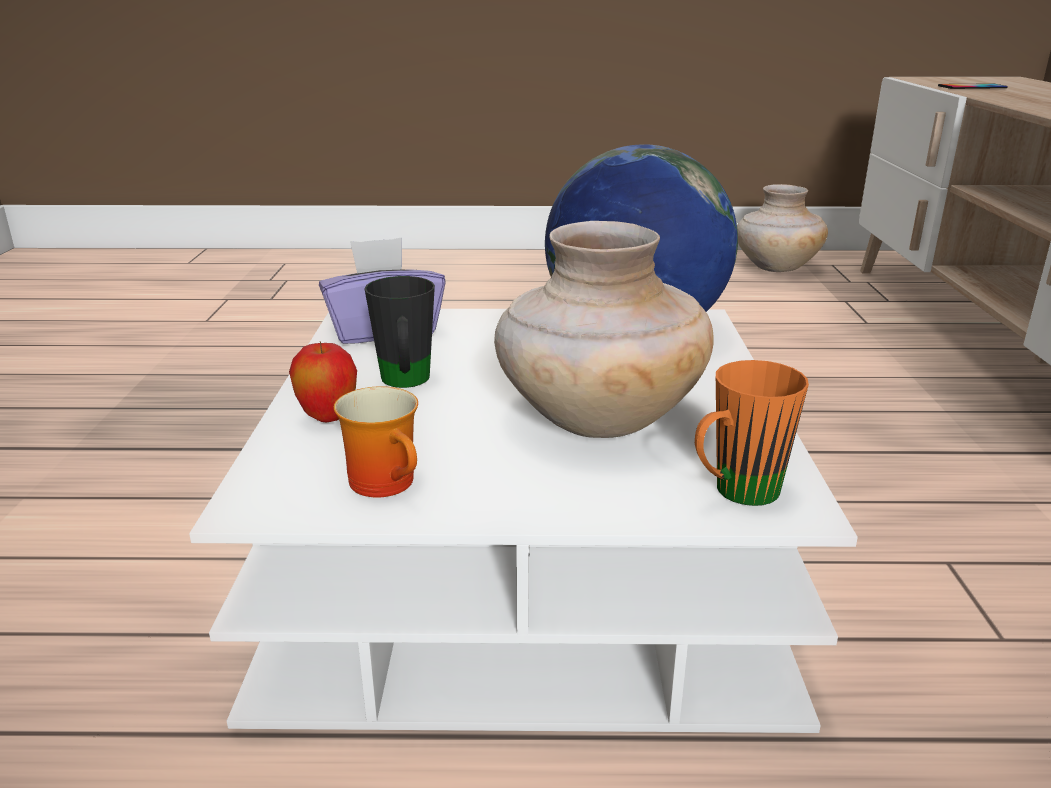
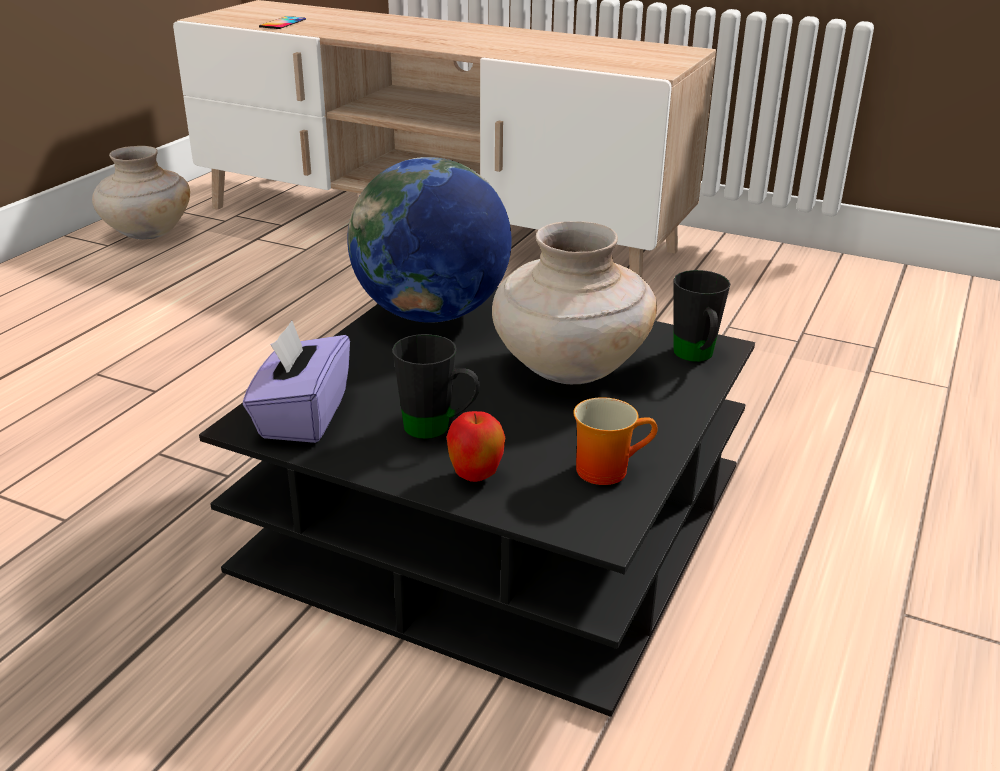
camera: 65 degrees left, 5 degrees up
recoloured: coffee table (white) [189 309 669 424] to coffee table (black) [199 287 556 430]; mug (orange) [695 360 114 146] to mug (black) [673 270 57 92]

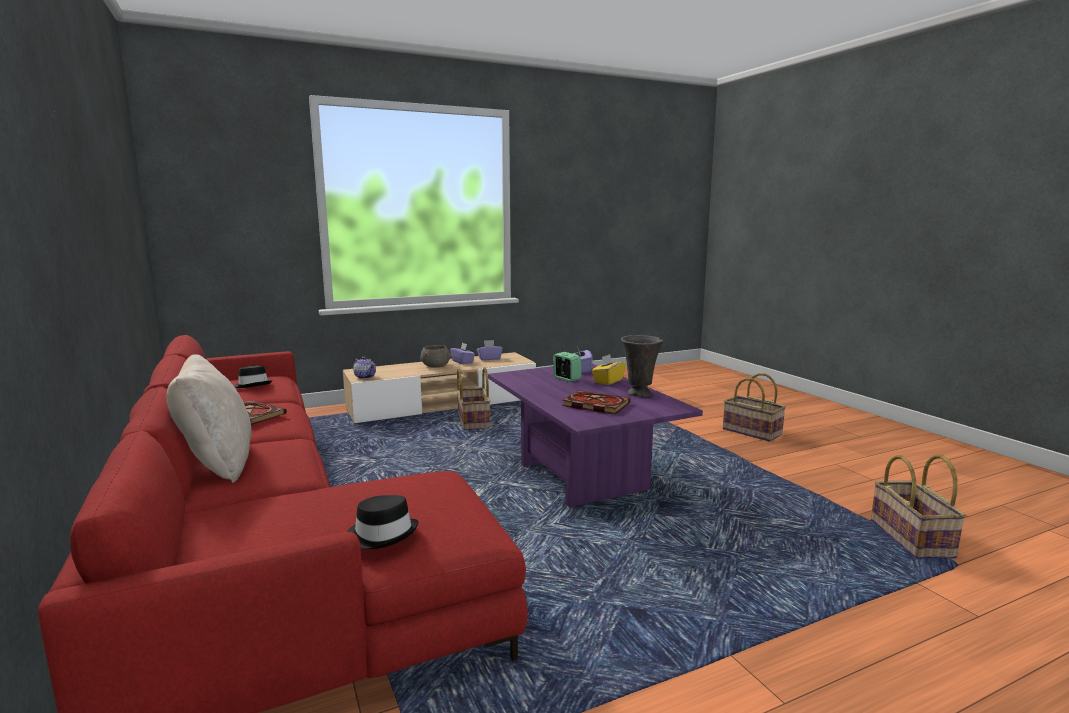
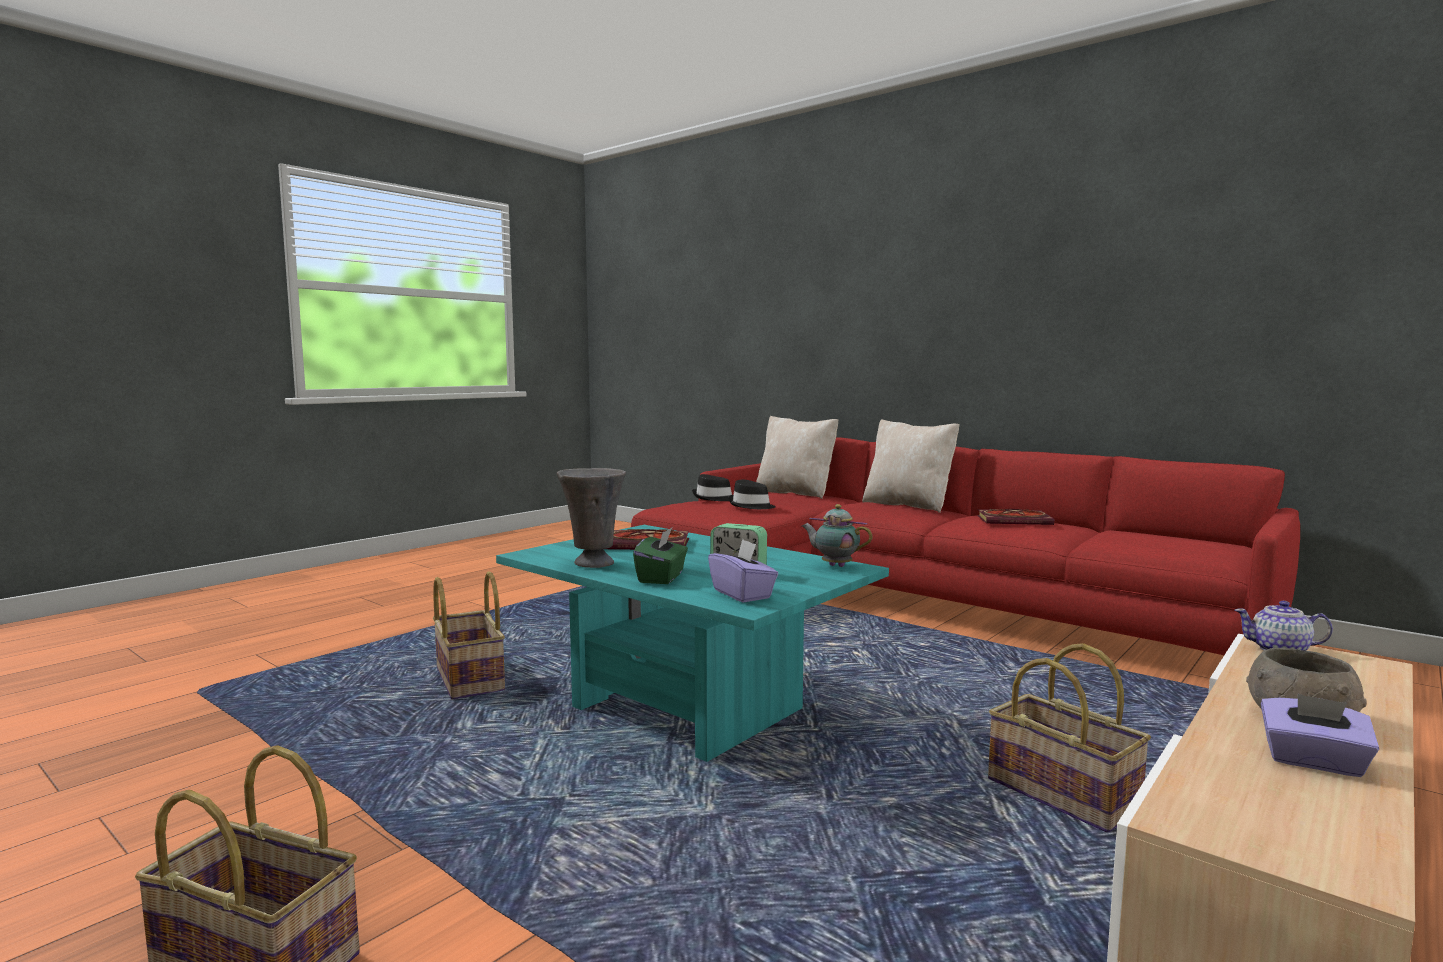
camera: 155 degrees right, 5 degrees down
removed: tissue box (purple) [477 340 26 21]
added: pillow (beige) [756 416 83 83]; teapot [802 504 70 63]
moved: hat (black) [234 366 38 22] to [728 480 48 29]; basket [871 455 95 104] to [433 571 72 128]
recoloured: tissue box (yellow) [592 354 34 31] to tissue box (green) [633 528 55 56]; coffee table (purple) [488 364 215 143] to coffee table (turquoise) [496 525 393 237]

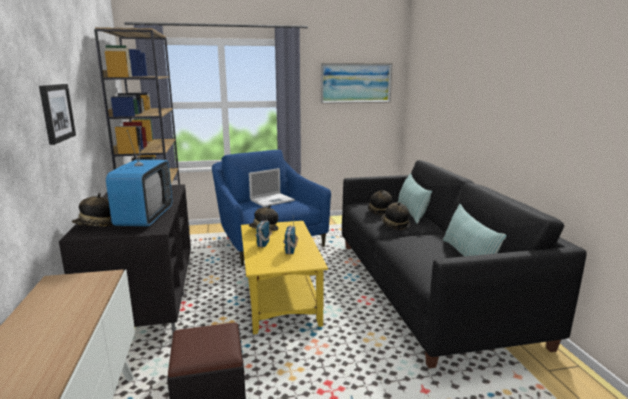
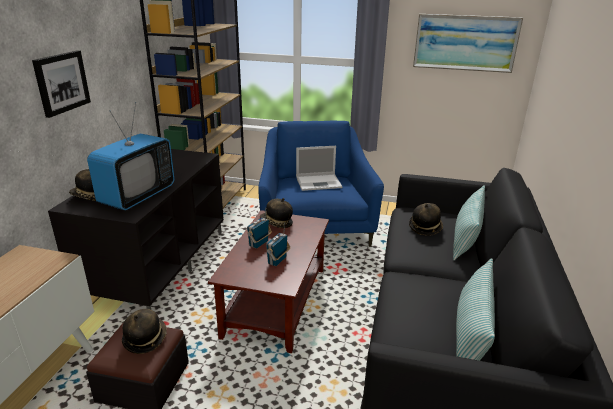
camera: 25 degrees right, 10 degrees up
moved: hat [381 202 29 28] to [122 309 45 45]
recoloured: coffee table (yellow) [241 221 87 113] to coffee table (brown) [208 210 121 143]

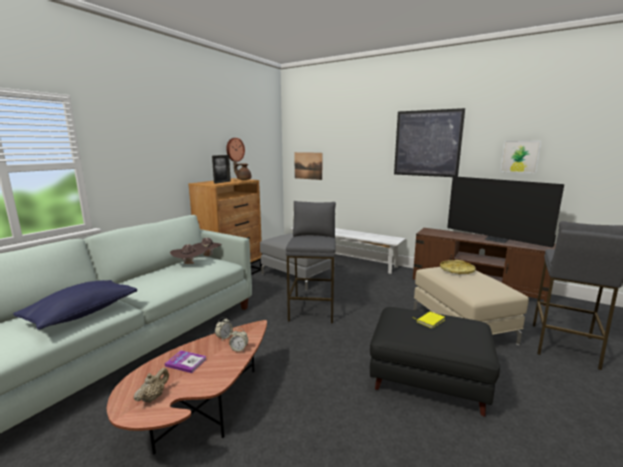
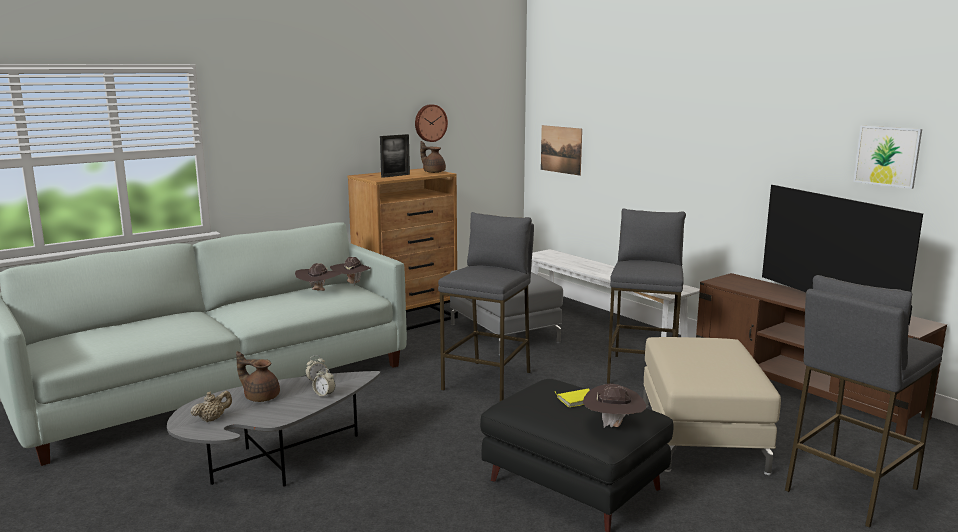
camera: 20 degrees right, 0 degrees up
removed: picture [394 108 71 69]; tray (yellow) [440 260 36 14]; pillow (blue) [13 280 124 50]
added: stool (grey) [607 208 79 176]; hat (brown) [583 383 63 45]
replaced: book [165 350 41 23] to teapot (brown) [236 351 44 51]
recoloured: coffee table (brown) [107 320 160 135] to coffee table (grey) [167 371 213 115]

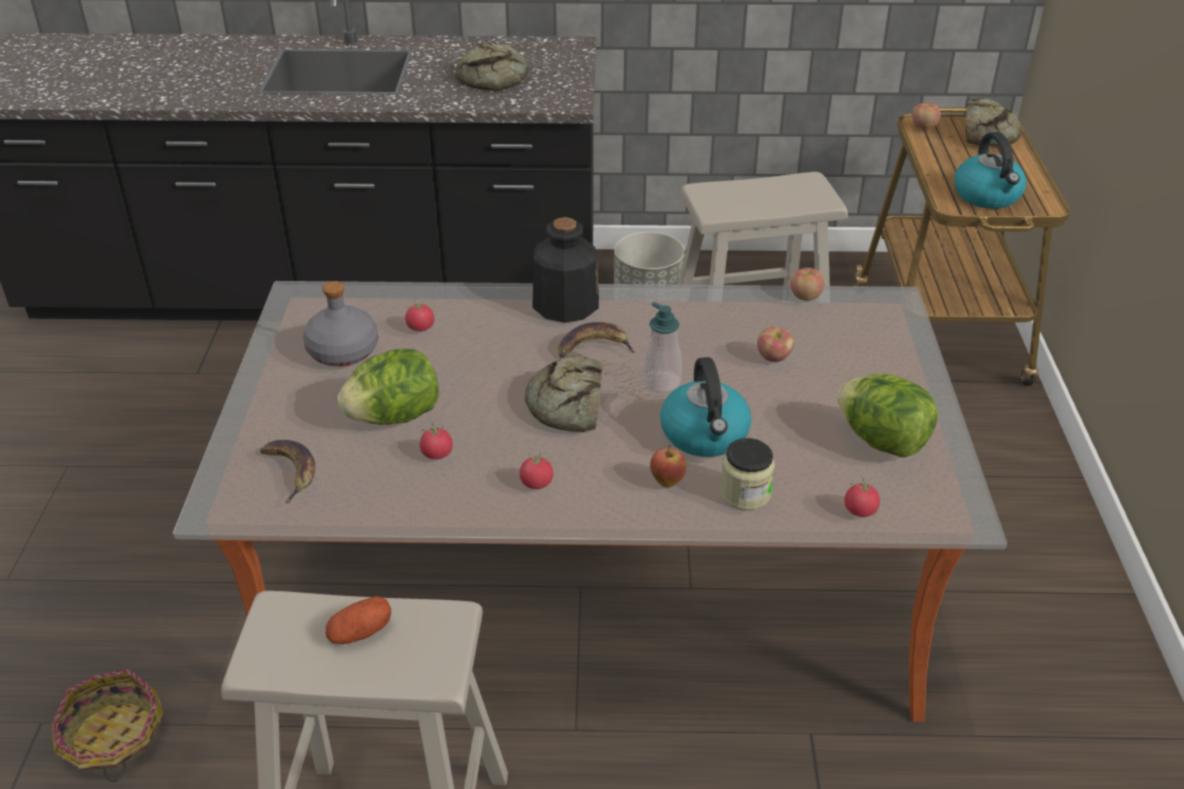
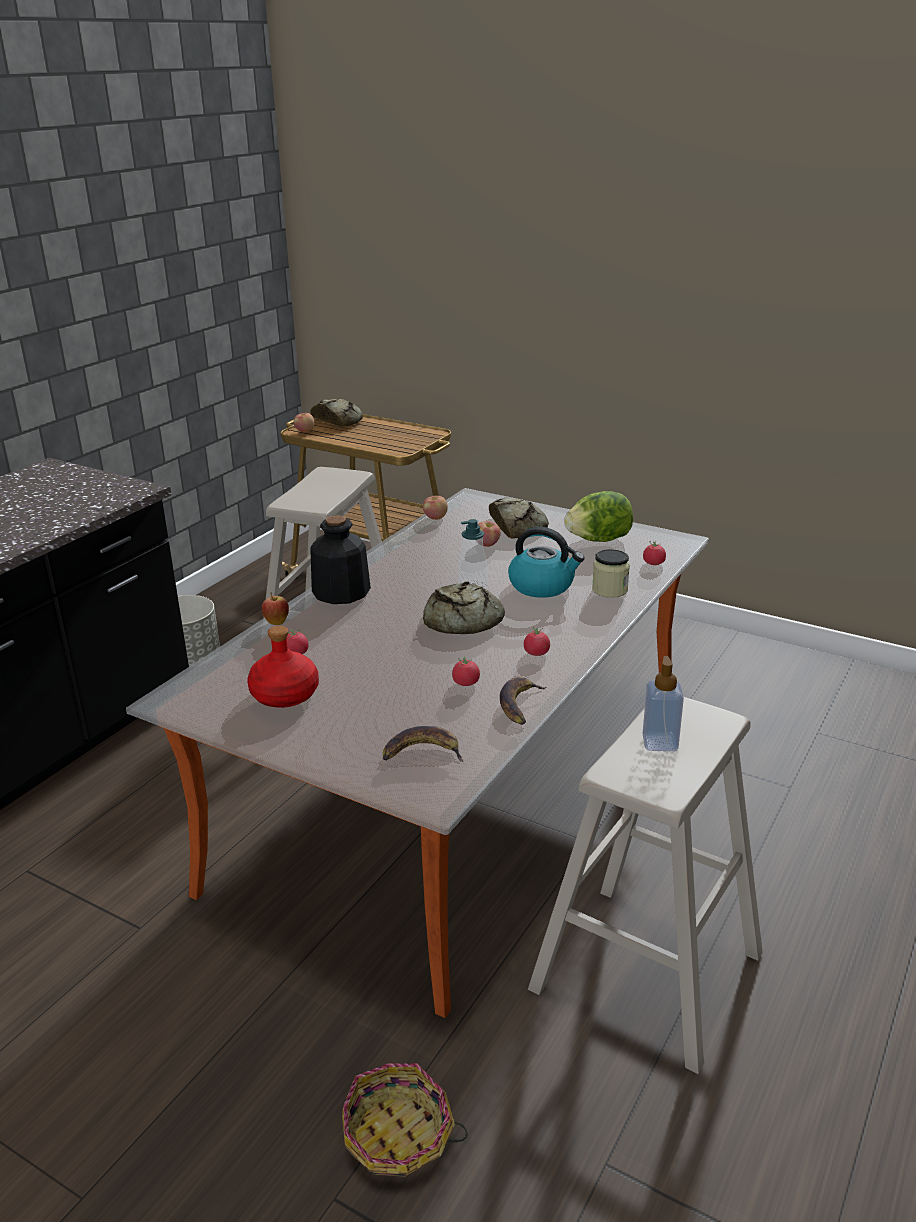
camera: 60 degrees left, 10 degrees down
removed: kettle [954 132 73 77]; lettuce [337 349 102 76]
moved: bread [455 42 74 49] to [489 497 60 41]; banana [558 322 77 36] to [500 677 46 48]; apple [650 445 37 43] to [262 592 27 33]
replaced: potato [326 596 65 48] to soap dispenser [643 656 41 95]
recoloured: bottle (grey) [303 281 75 85] to bottle (red) [247 625 72 83]

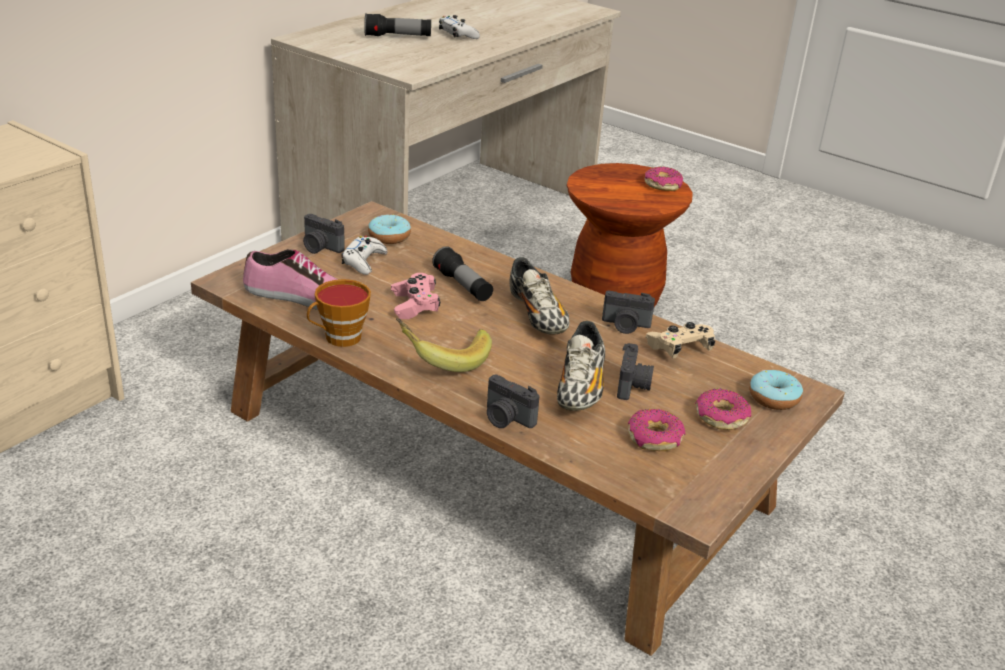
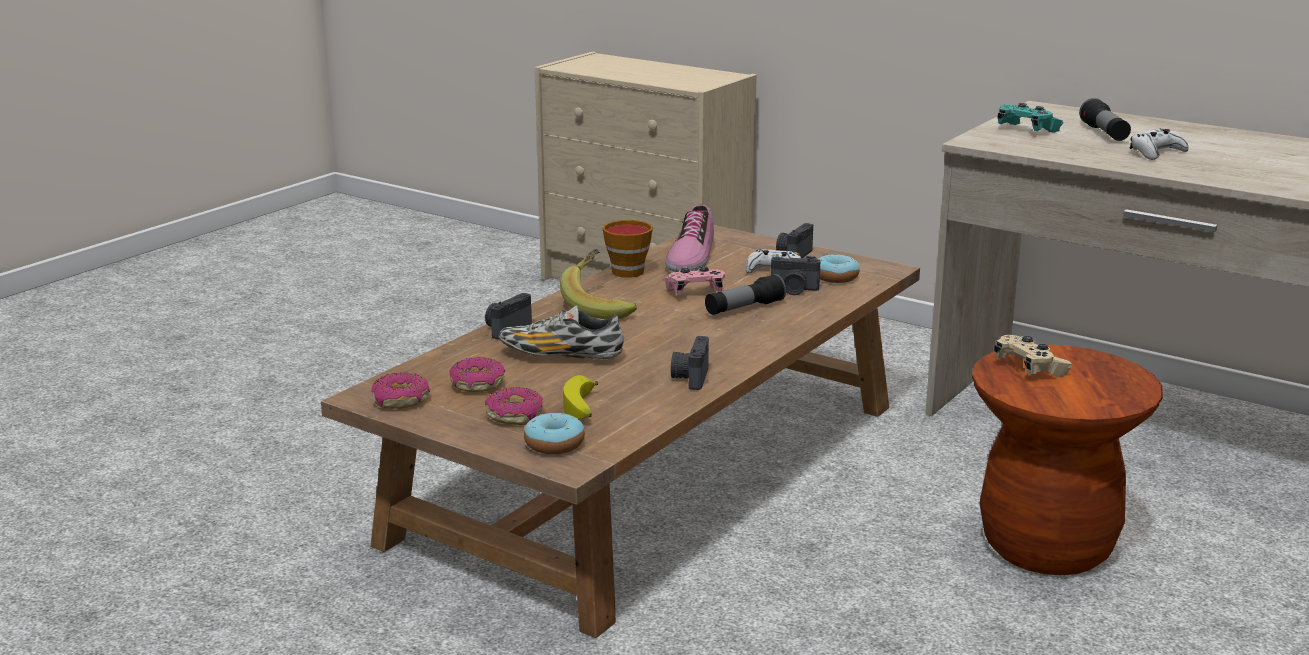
camera: 90 degrees right, 10 degrees down
removed: shoe [510 257 60 78]
added: game controller (turquoise) [998 103 65 30]; banana [563 375 35 44]
moved: donut [645 167 38 24] to [371 372 59 37]; game controller (beige) [645 322 70 37] to [994 335 78 42]; photo camera [617 343 37 57] to [771 256 50 39]

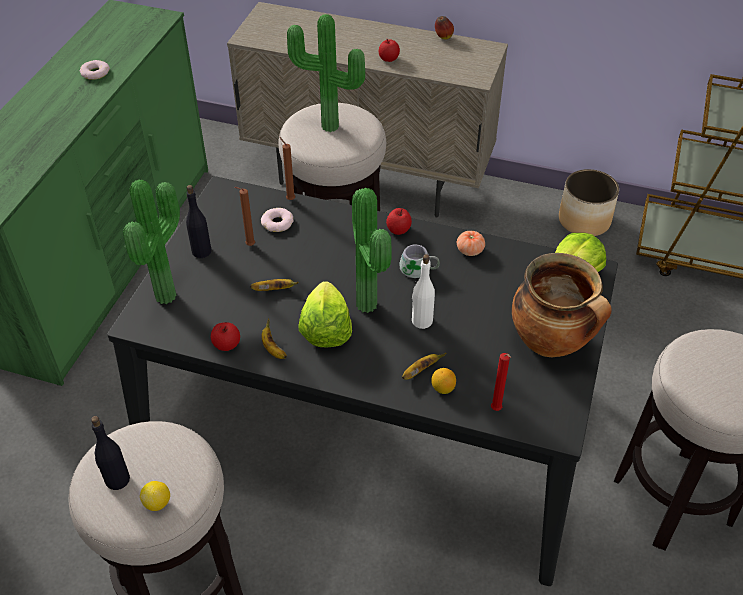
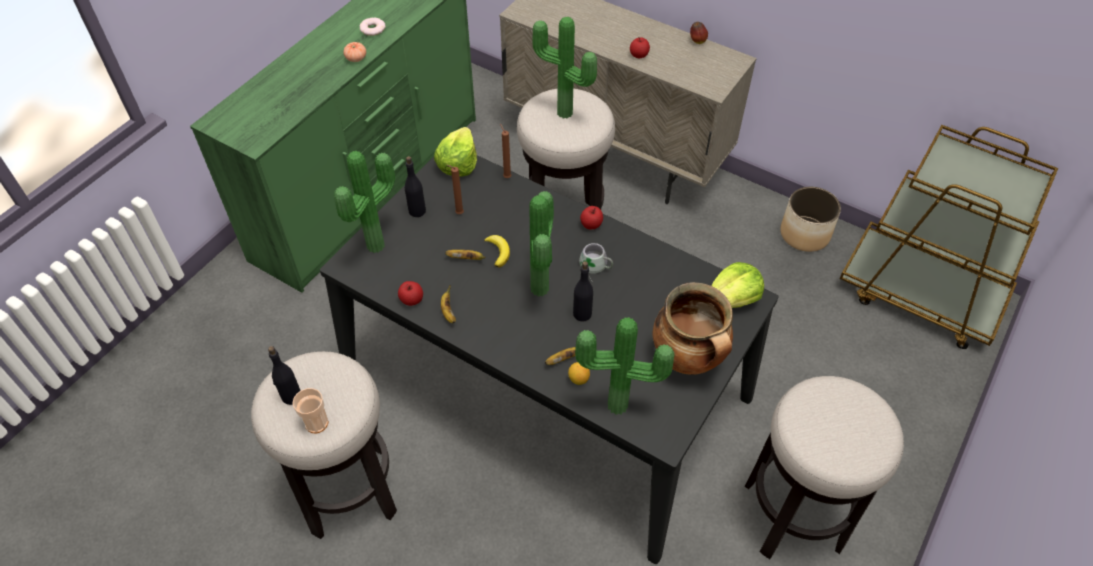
camera: 15 degrees right, 5 degrees up
removed: donut [261 208 33 24]
added: banana [484 235 26 33]
moved: tomato [457 231 28 25] to [343 42 23 20]; lettuce [299 281 53 66] to [434 127 43 49]
replaced: candle (red) [491 353 20 58] to potted plant [575 317 99 98]; lemon [140 481 30 30] to cup [292 388 37 45]
recoloured: bottle (white) [412 254 23 75] to bottle (black) [573 261 20 60]

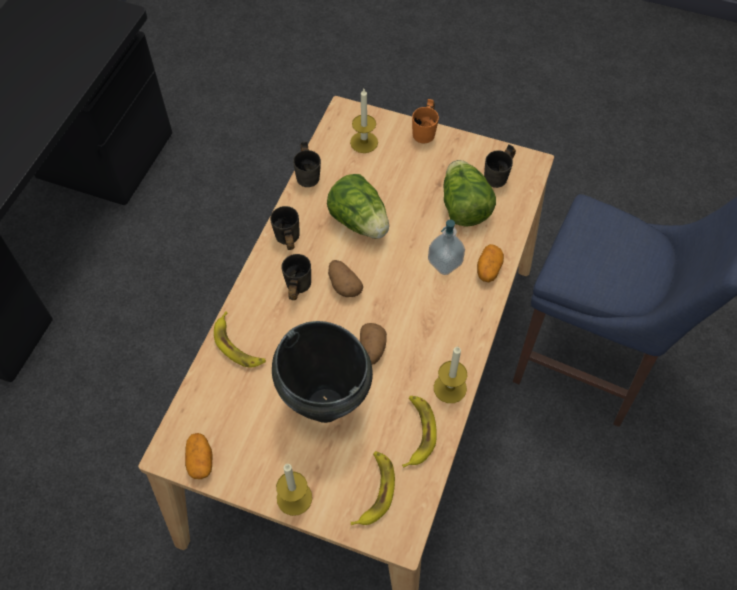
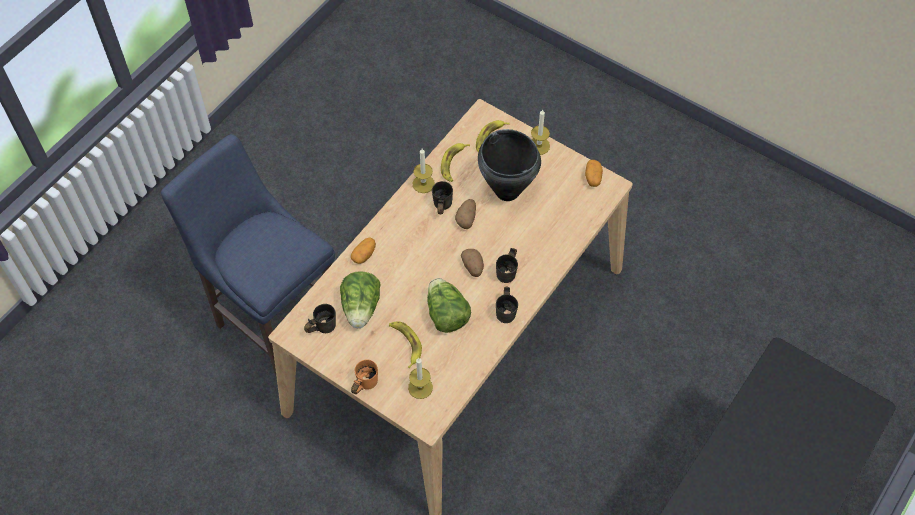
camera: 165 degrees left, 0 degrees up
removed: soap dispenser [428 220 37 55]
moved: mug (grey) [293 142 28 45] to [432 181 21 33]; banana [214 311 52 56] to [389 322 33 46]

